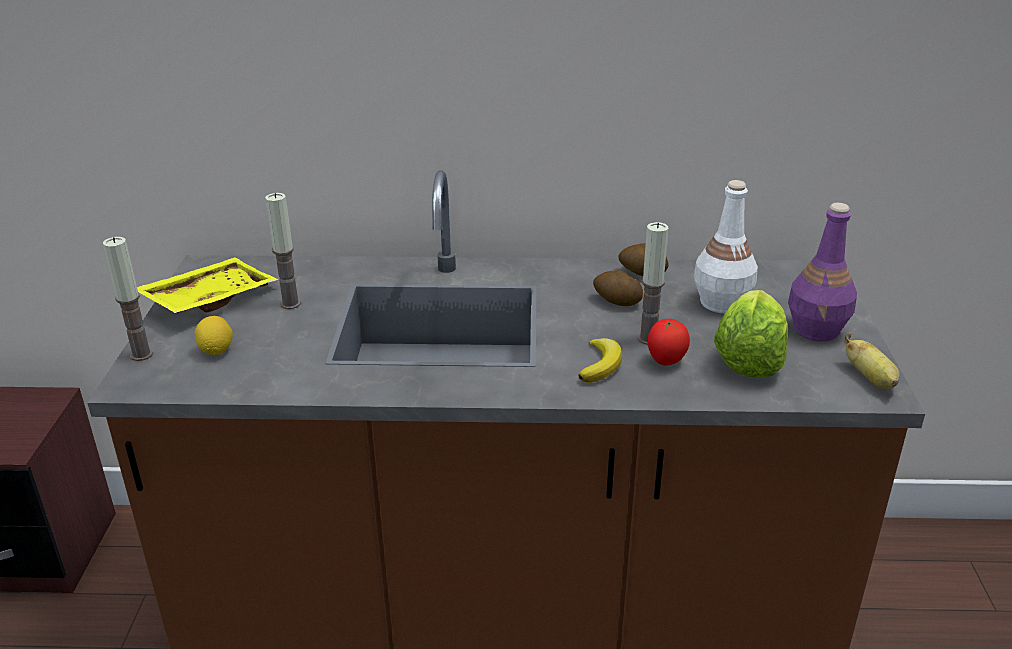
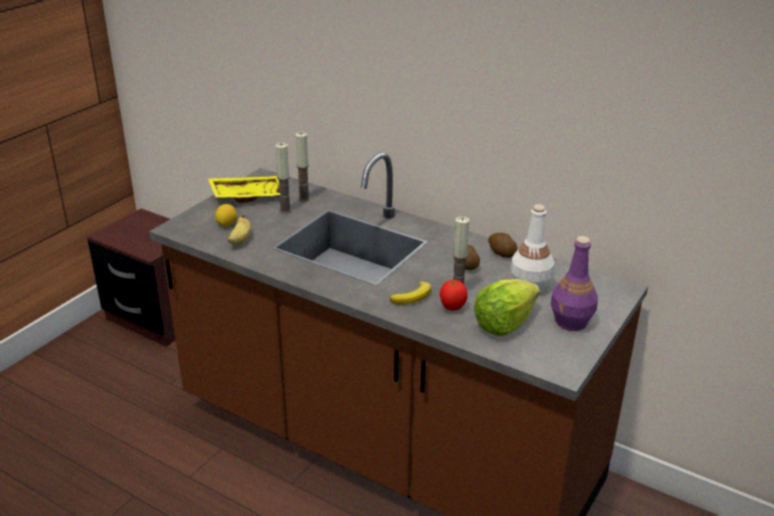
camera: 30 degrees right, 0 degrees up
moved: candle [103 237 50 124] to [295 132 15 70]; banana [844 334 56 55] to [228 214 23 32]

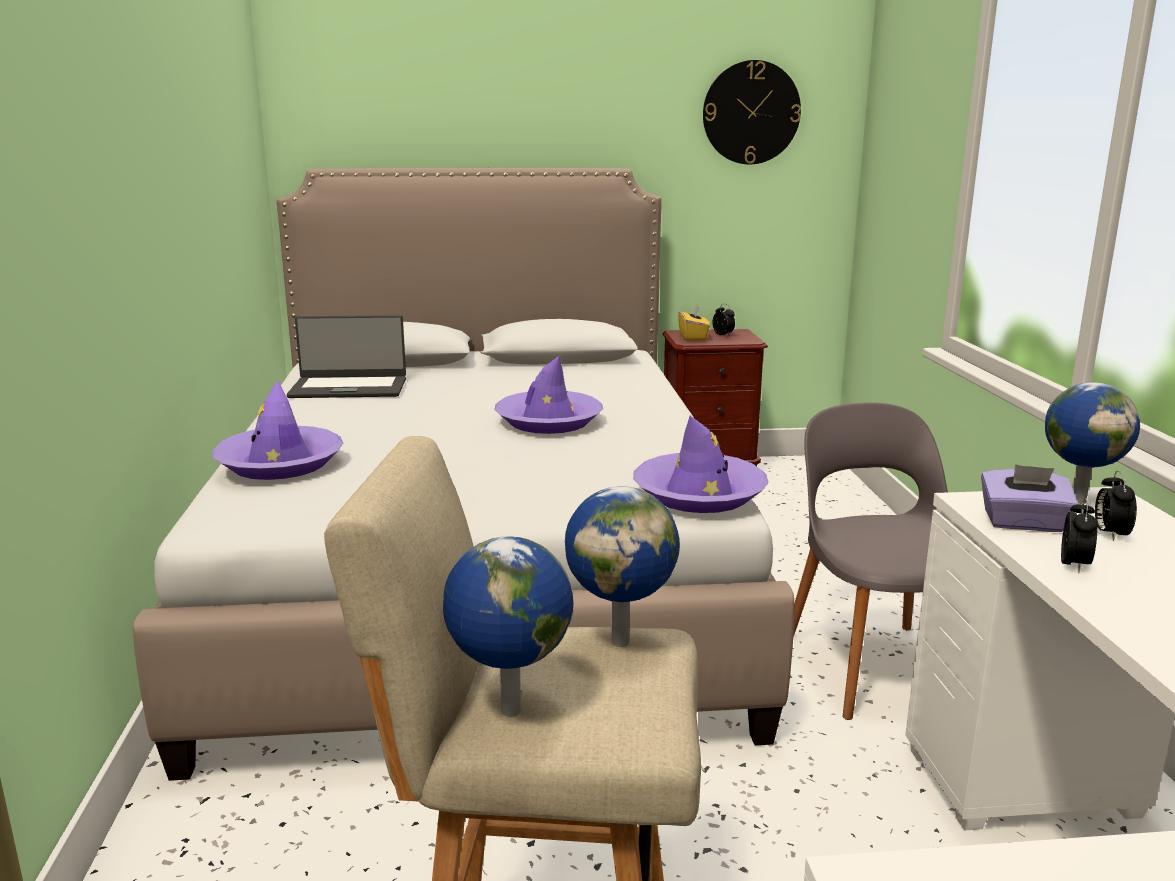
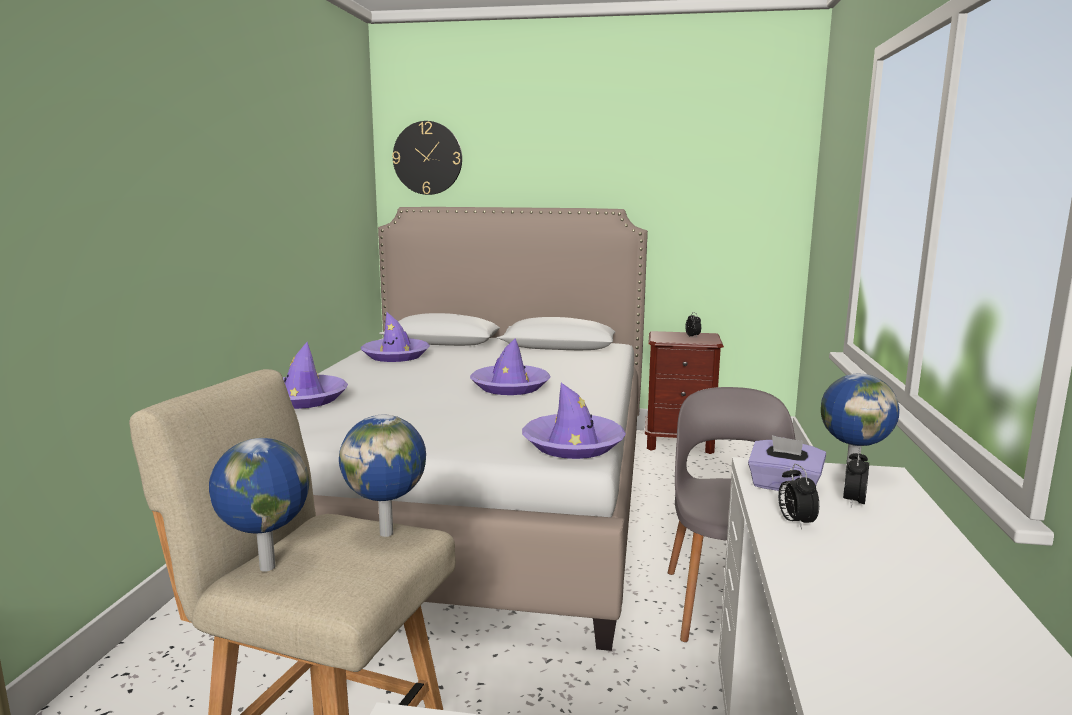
camera: 15 degrees right, 5 degrees down
removed: tissue box (yellow) [678 305 32 35]
moved: wall clock [703 60 98 104] to [392 121 70 74]
replaced: laptop [287 315 119 83] to hat (purple) [361 312 69 50]
turned: alarm clock [1061 497 37 76] = [778 464 41 66] 135 degrees clockwise

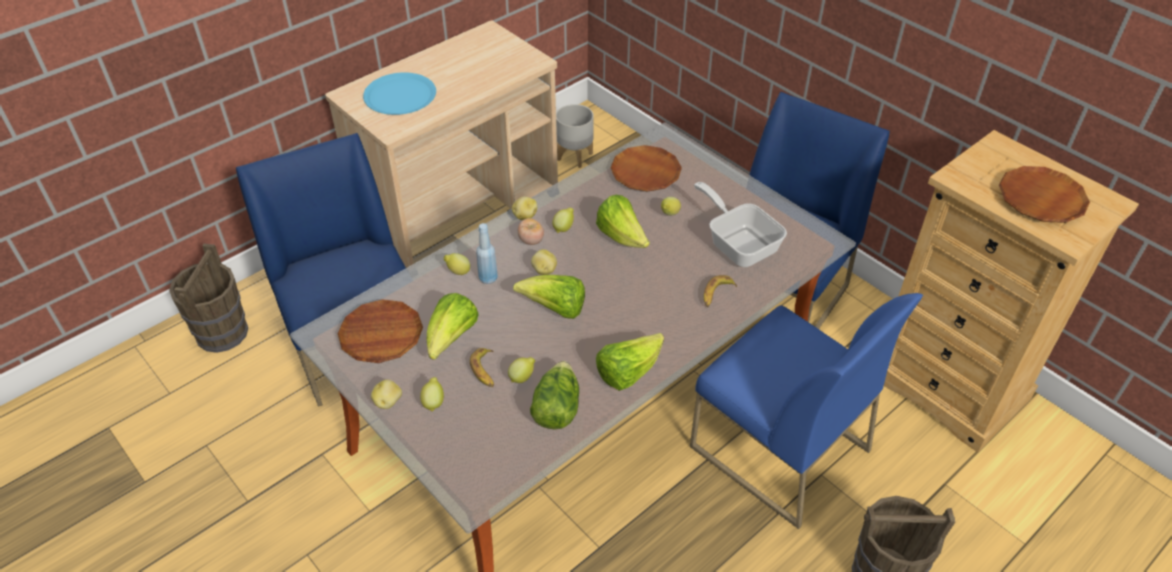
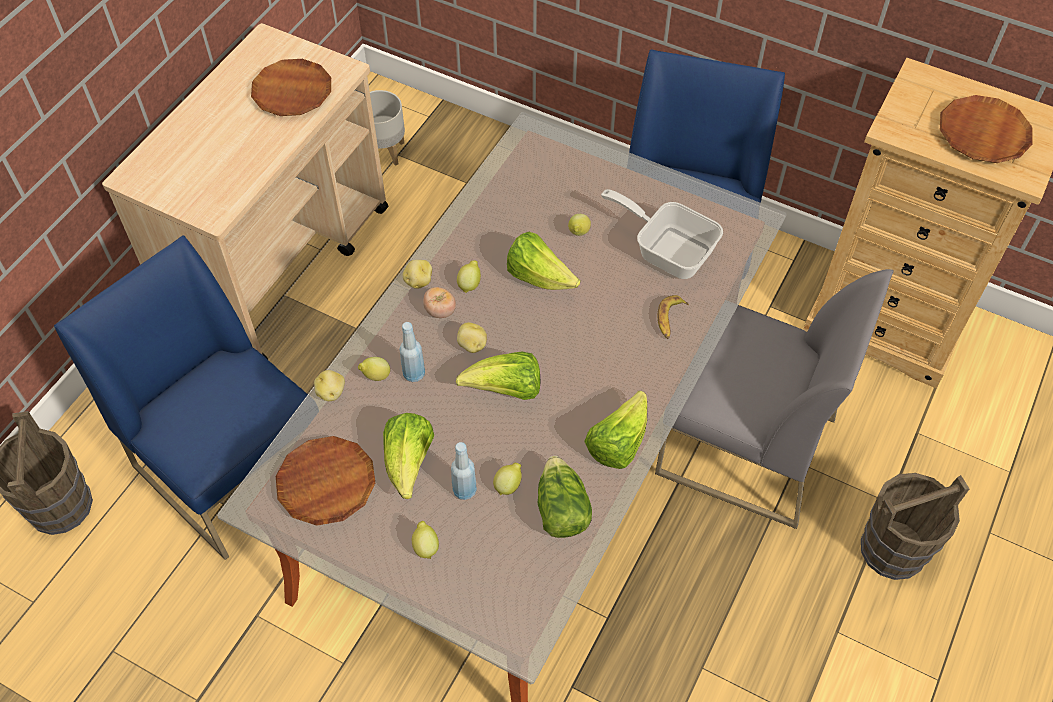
camera: 20 degrees left, 10 degrees up
removed: plate (blue) [363 72 73 43]
moved: plate (brown) [610 145 72 47] to [251 59 80 57]; potato [371 379 31 30] to [314 370 31 31]
replaced: banana [470 348 24 39] to bottle (blue) [451 442 26 58]
recoloured: chair (blue) [690 293 233 236] to chair (grey) [655 269 239 260]

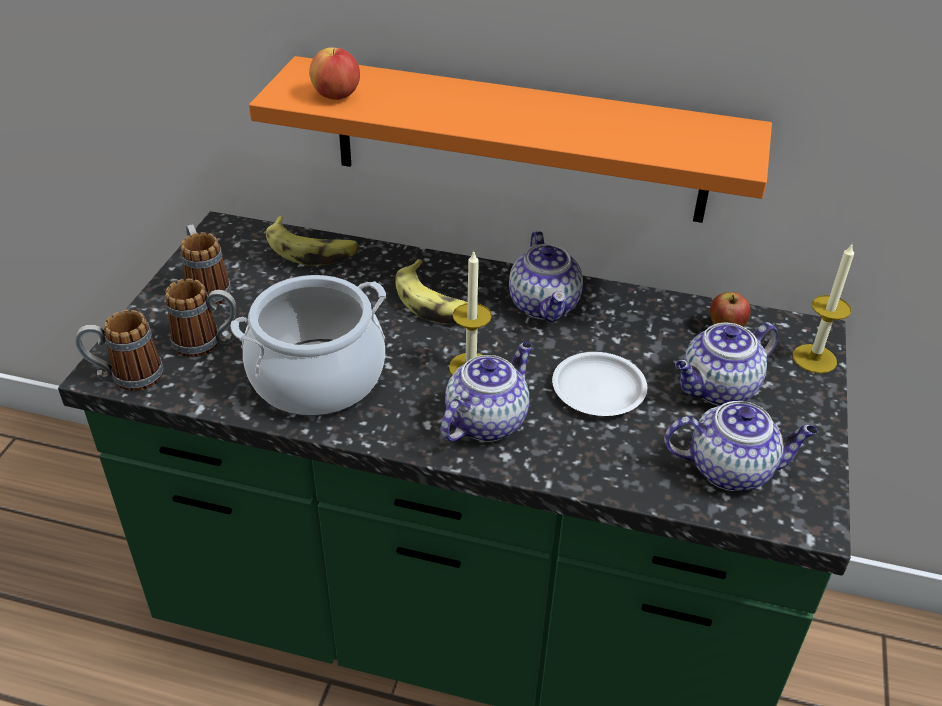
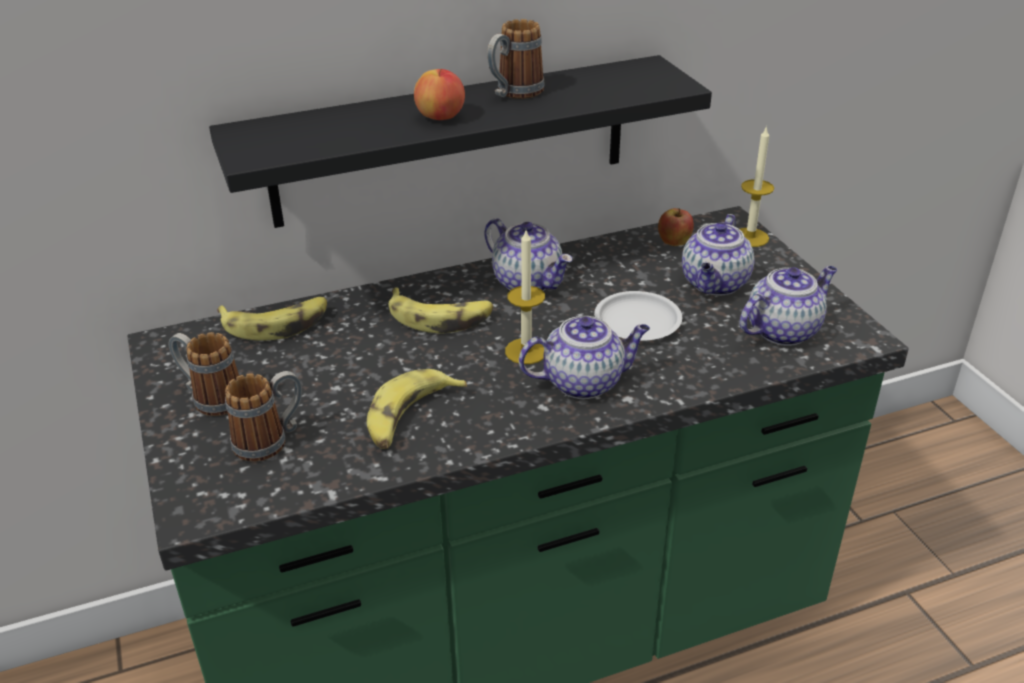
camera: 35 degrees left, 5 degrees down
moved: apple [309 47 51 53] to [414 68 51 52]; mug [75 310 89 81] to [487 19 57 80]
replaced: cooking pot [230 275 156 141] to banana [367 369 100 80]
recoloured: shelf (orange) [249 56 523 167] to shelf (black) [209 55 503 173]
turned: teapot [441 342 91 100] = [519 316 131 83] 75 degrees clockwise

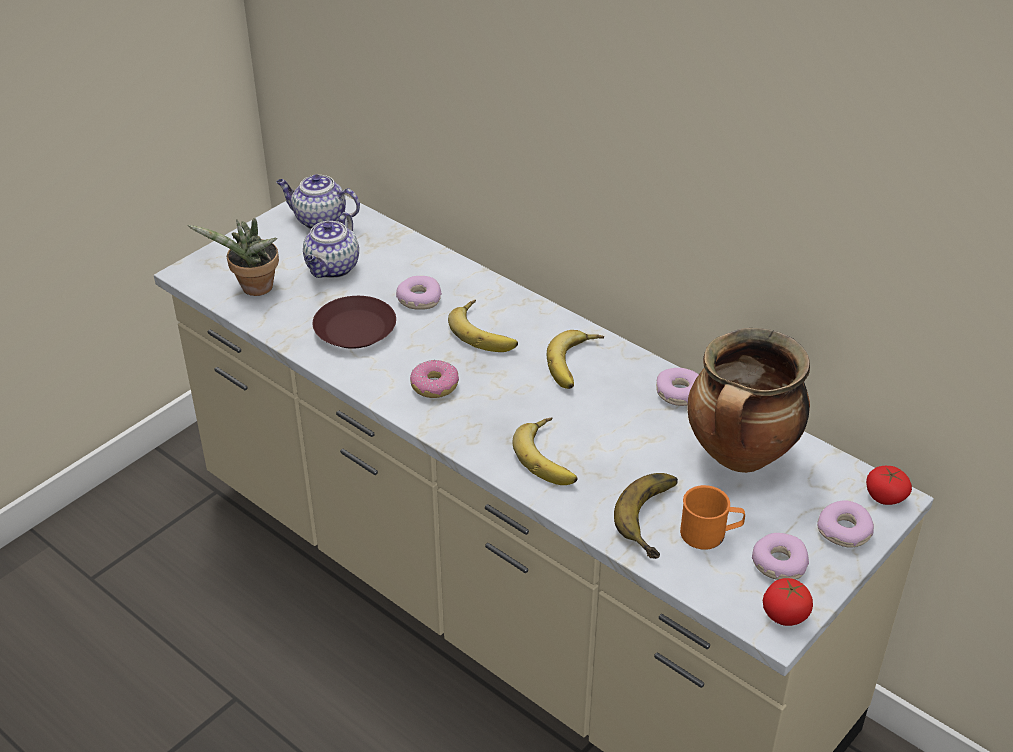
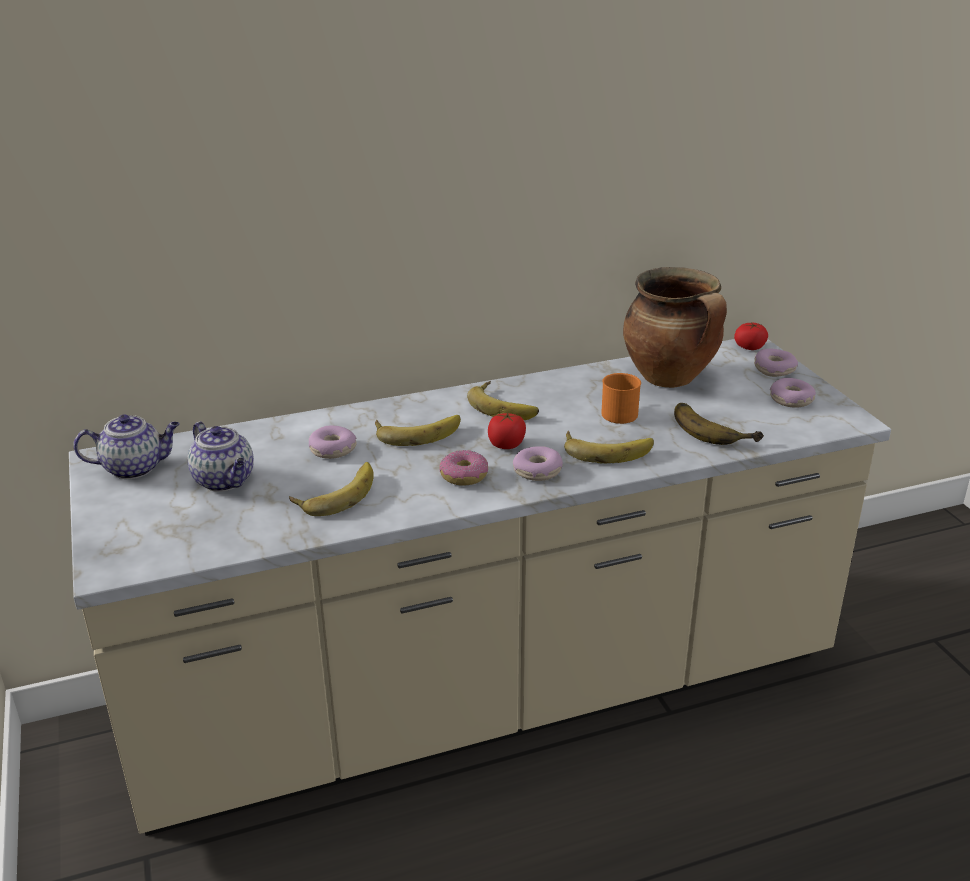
camera: 60 degrees left, 10 degrees down
removed: potted plant [187 218 92 78]
moved: donut [656 368 43 38] to [513 446 50 35]; mug (orange) [680 485 65 65] to [601 373 40 51]; tomato [763 578 50 48] to [488 412 38 37]
replaced: plate (brown) [313 296 83 53] to banana [289 462 85 54]
turned: teapot [276 175 84 54] = [73 414 107 65] 150 degrees counterclockwise

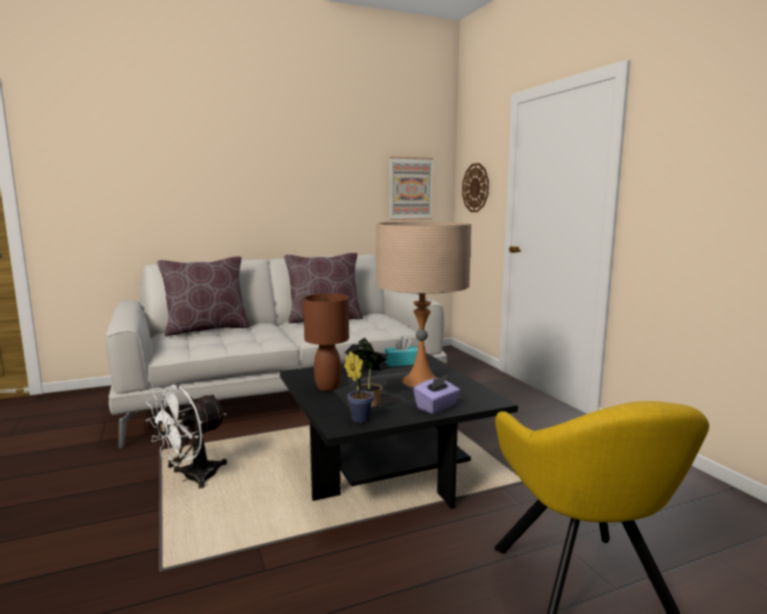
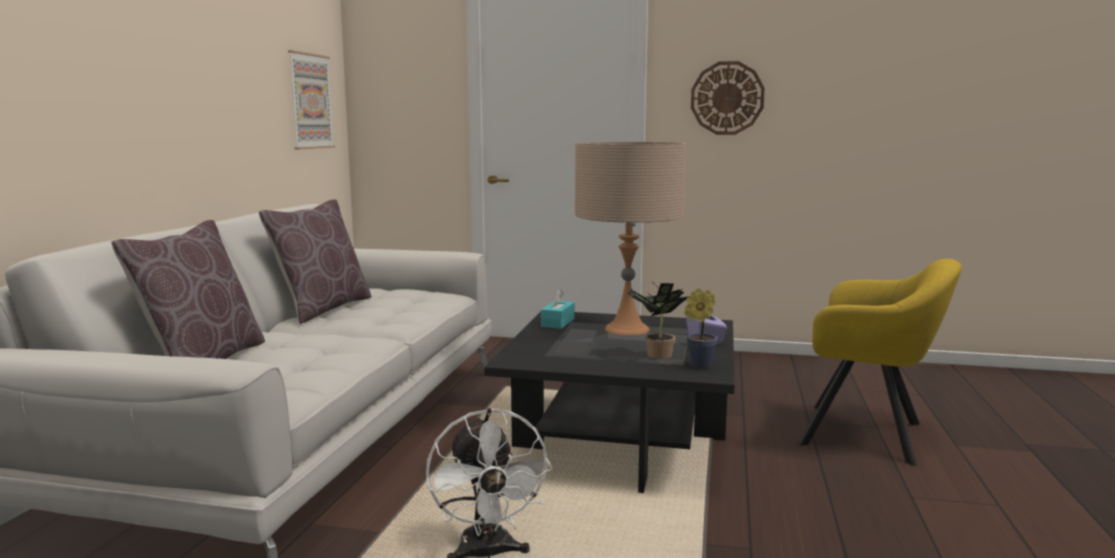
camera: 55 degrees left, 0 degrees up
removed: table lamp (brown) [303 294 46 97]
moved: wall clock [462 163 27 49] to [691 61 74 74]

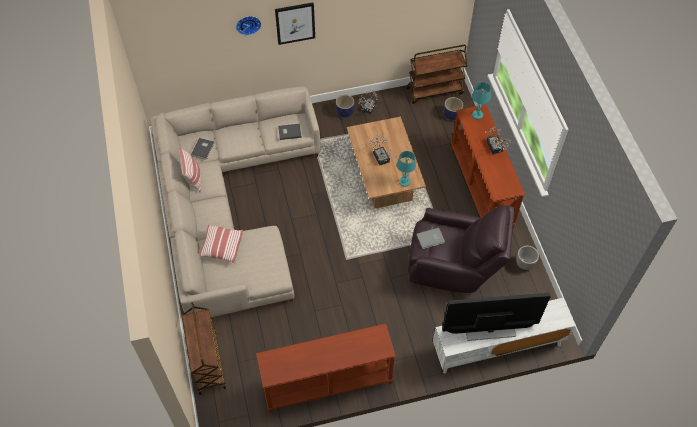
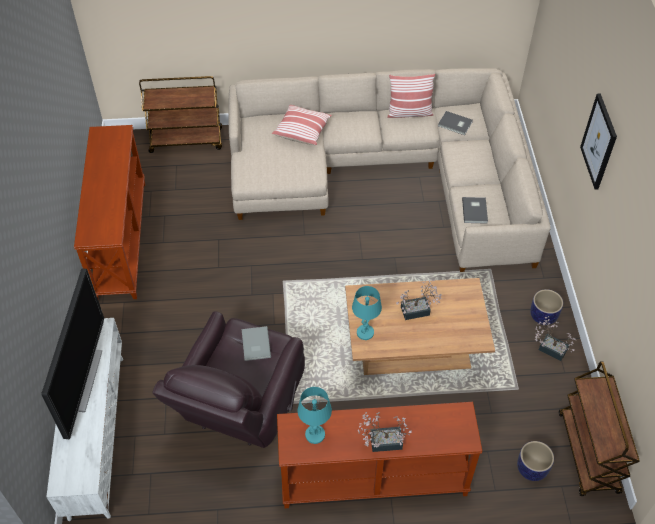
camera: 100 degrees right, 5 degrees down
removed: wall clock [236 16 25 19]; planter (grey) [516 246 23 24]
moved: table lamp (turquoise) [472 82 19 38] to [298 387 34 57]

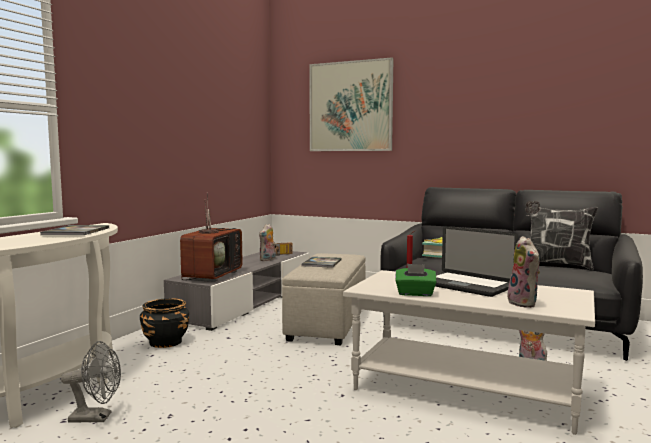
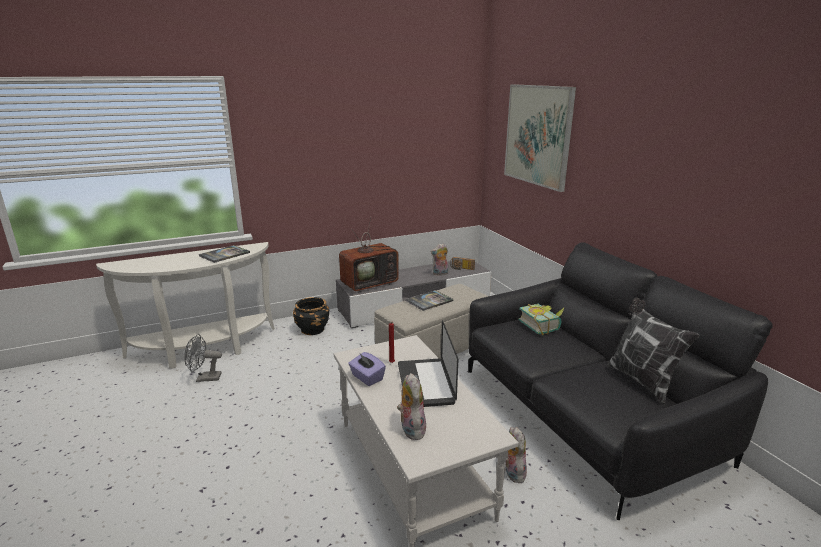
camera: 40 degrees right, 15 degrees up
recoloured: tissue box (green) [395 264 41 32] to tissue box (purple) [348 352 38 34]
turned: plush toy [508 236 32 72] = [397 373 29 67] 135 degrees clockwise; fan (grey) [61 341 60 82] = [184 334 38 48] 135 degrees clockwise

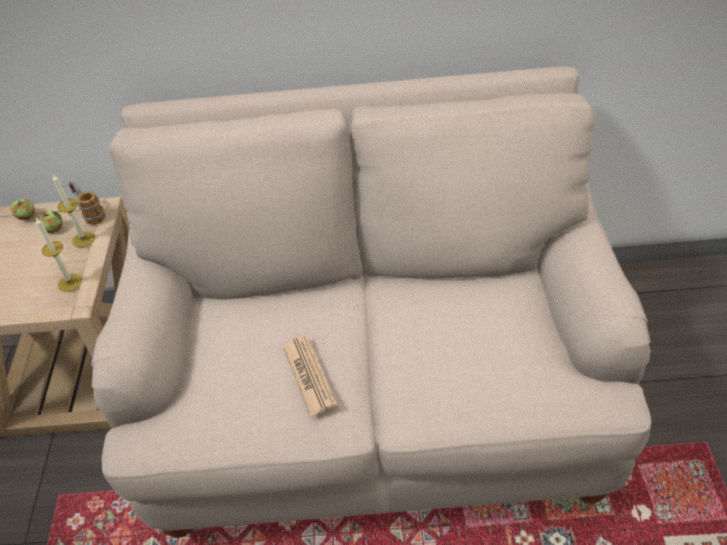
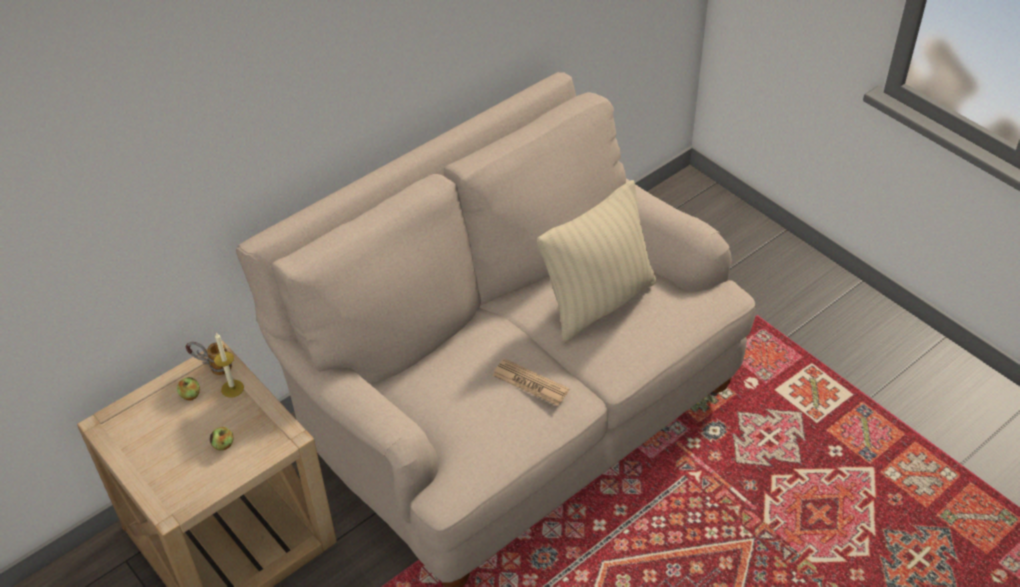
camera: 40 degrees left, 0 degrees up
removed: candle [36 218 46 74]
added: pillow (beige) [537 180 120 163]
moved: apple [11 199 24 21] to [210 427 23 24]

